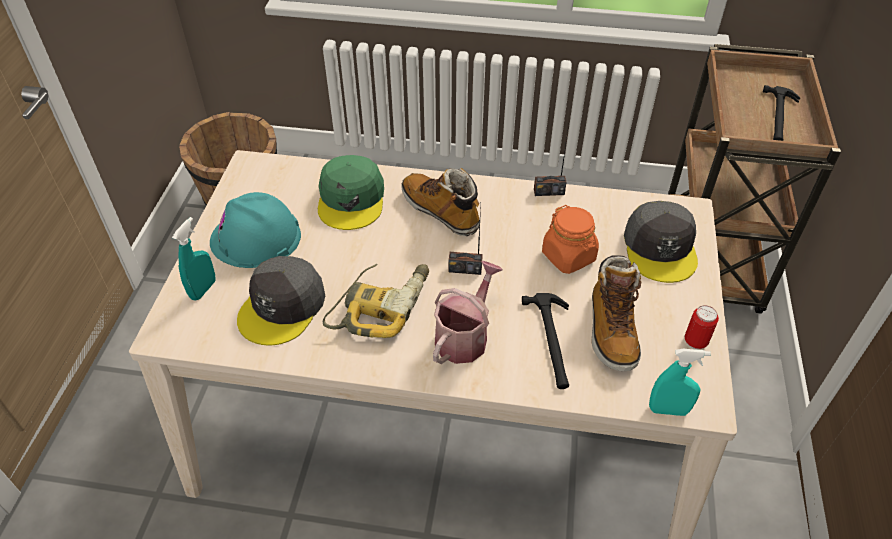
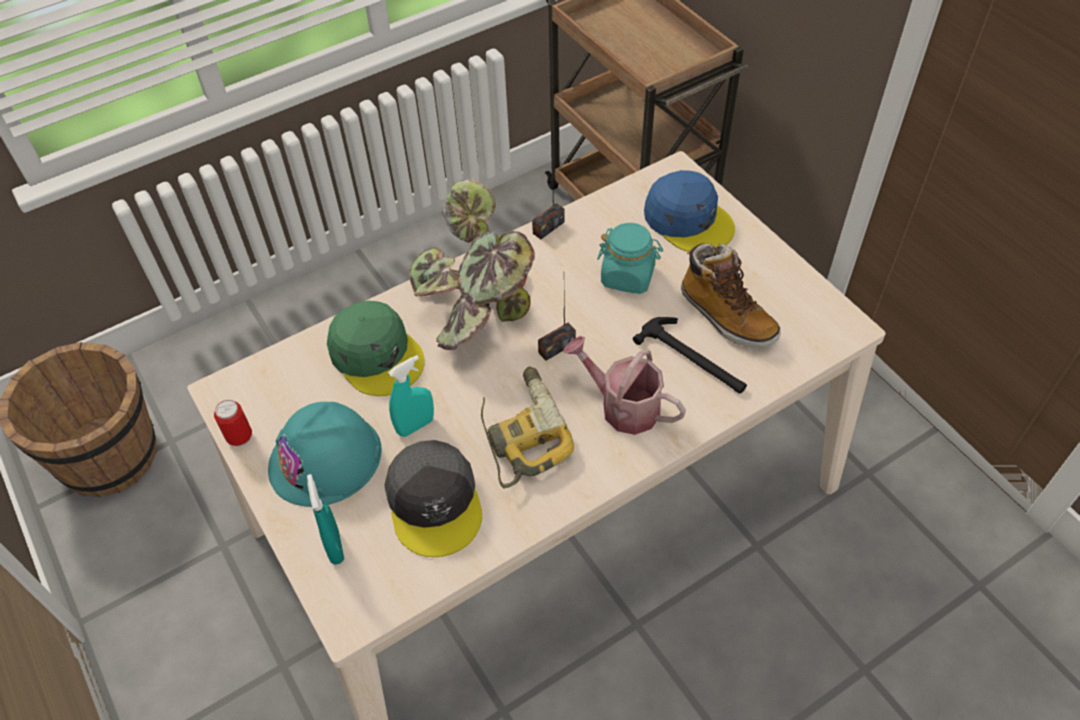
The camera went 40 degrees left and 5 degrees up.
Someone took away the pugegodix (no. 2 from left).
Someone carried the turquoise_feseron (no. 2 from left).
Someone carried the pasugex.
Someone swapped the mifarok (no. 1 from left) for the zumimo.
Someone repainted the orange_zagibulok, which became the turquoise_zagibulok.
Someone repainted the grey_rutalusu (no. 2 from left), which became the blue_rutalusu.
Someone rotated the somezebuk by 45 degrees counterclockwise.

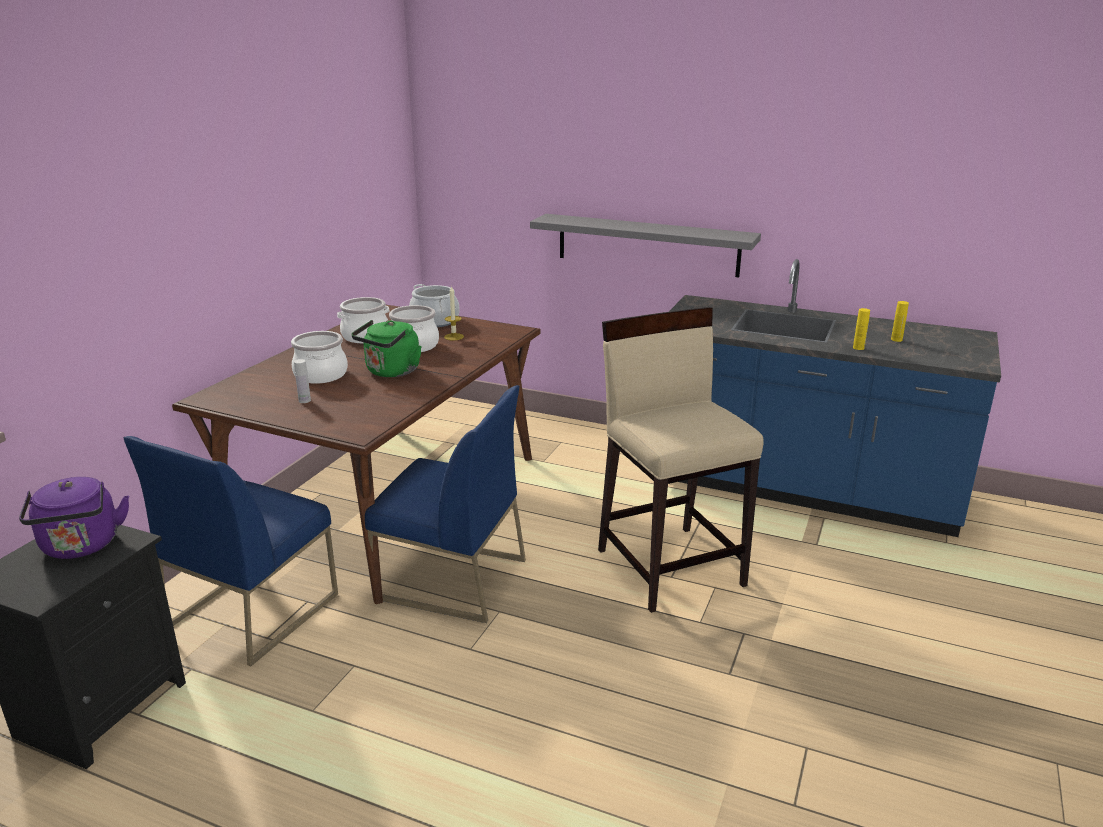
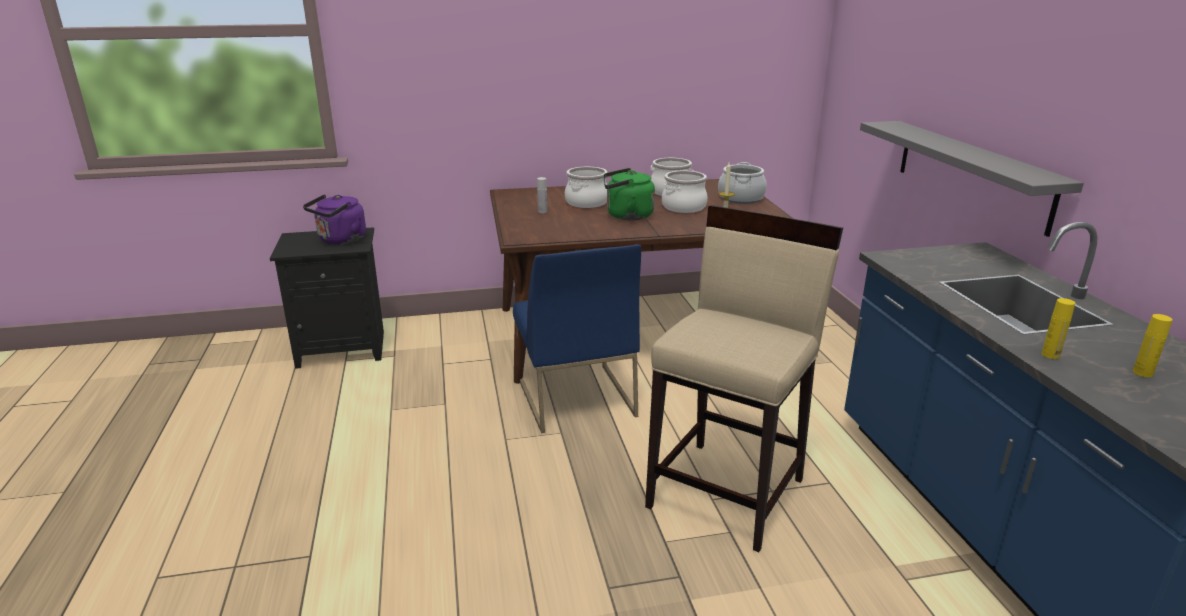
The camera went 55 degrees right and 0 degrees up.
Someone took away the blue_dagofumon (no. 1 from left).

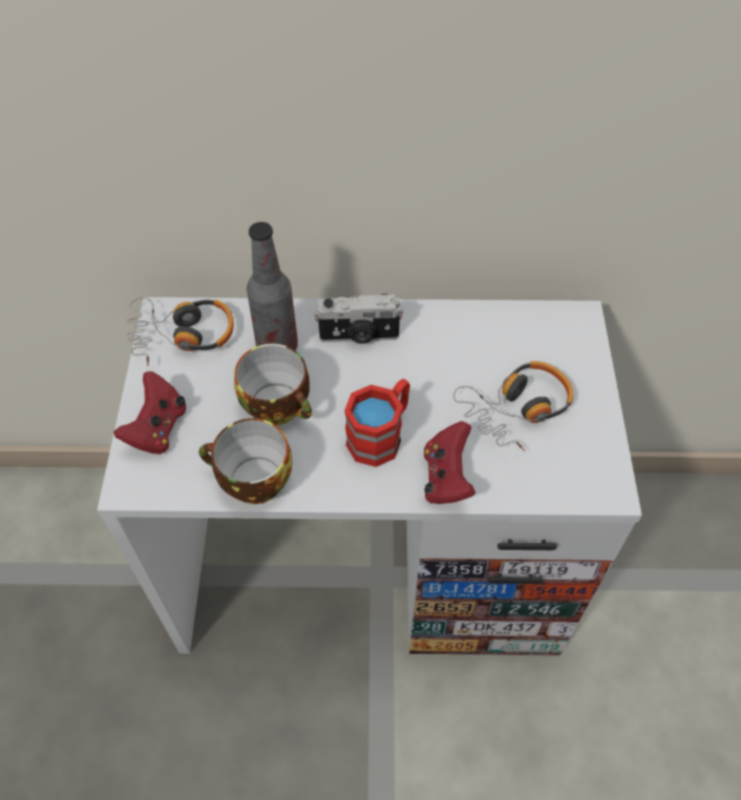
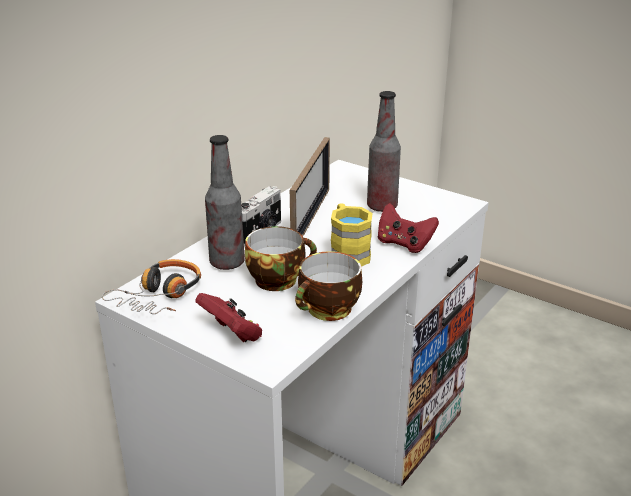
The camera went 55 degrees left and 25 degrees down.
Someone put down the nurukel.
Someone swapped the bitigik (no. 2 from left) for the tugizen (no. 2 from left).
Someone repainted the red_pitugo, which became the yellow_pitugo.

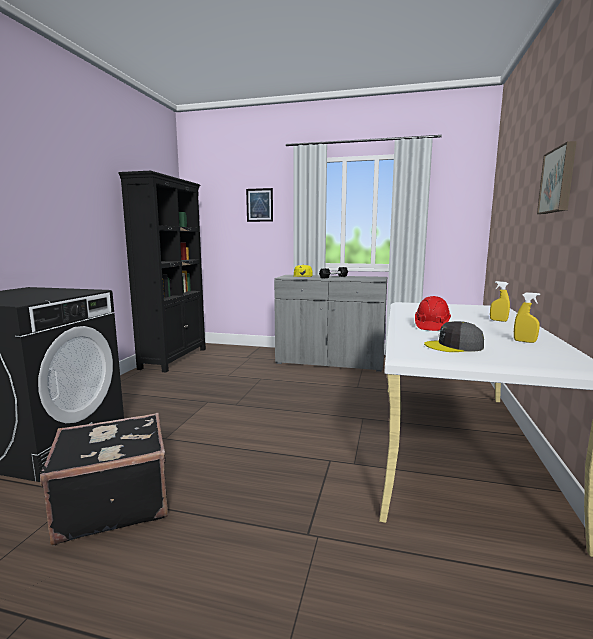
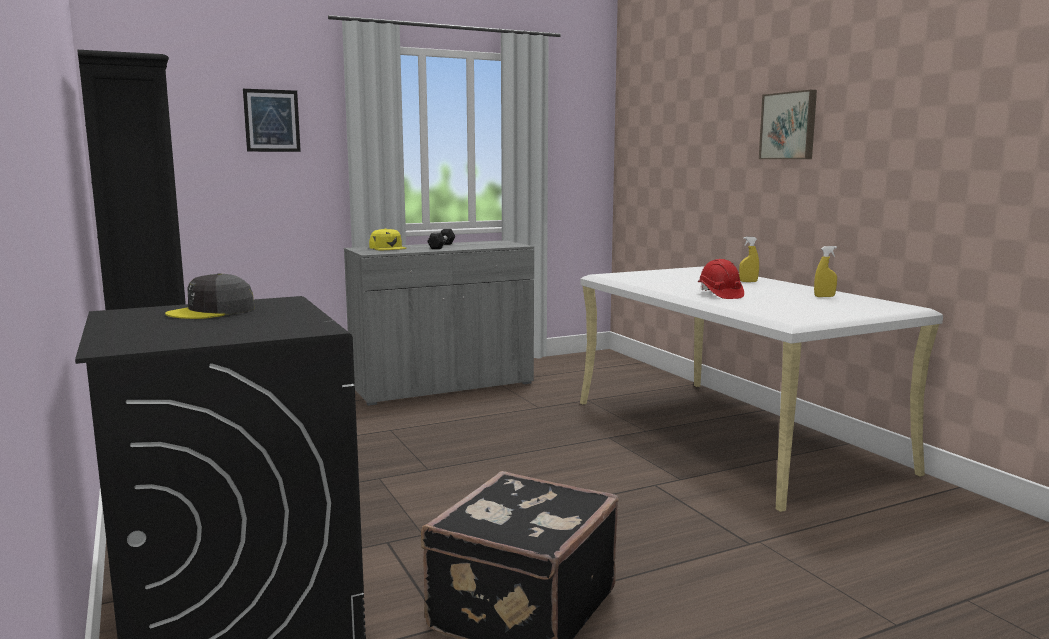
The camera went 40 degrees left and 0 degrees up.
Someone carried the grey_rutalusu.

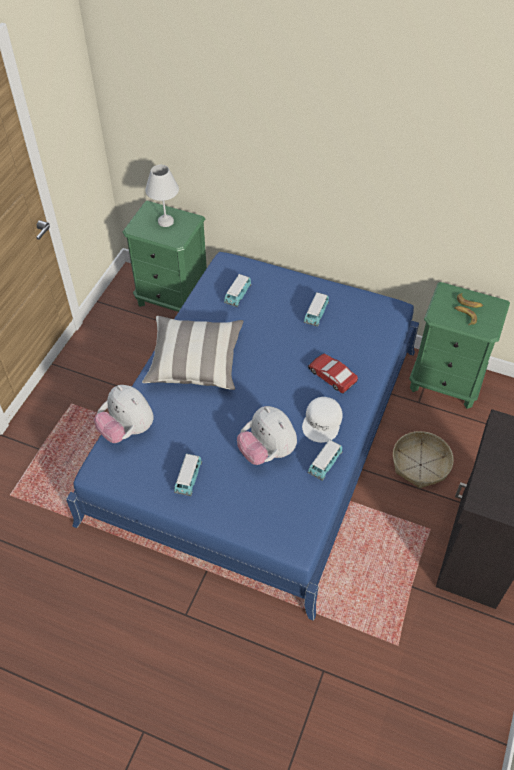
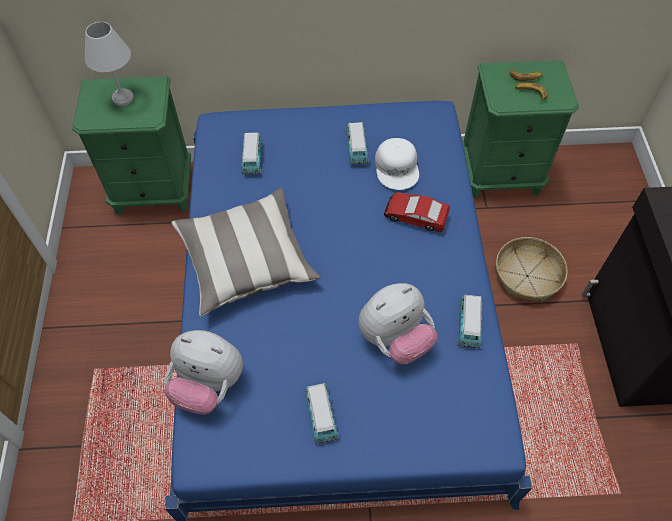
The camera went 25 degrees left and 5 degrees up.
Someone carried the white_rutalusu.
Someone rotated the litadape (no. 2 from left) by 60 degrees counterclockwise.

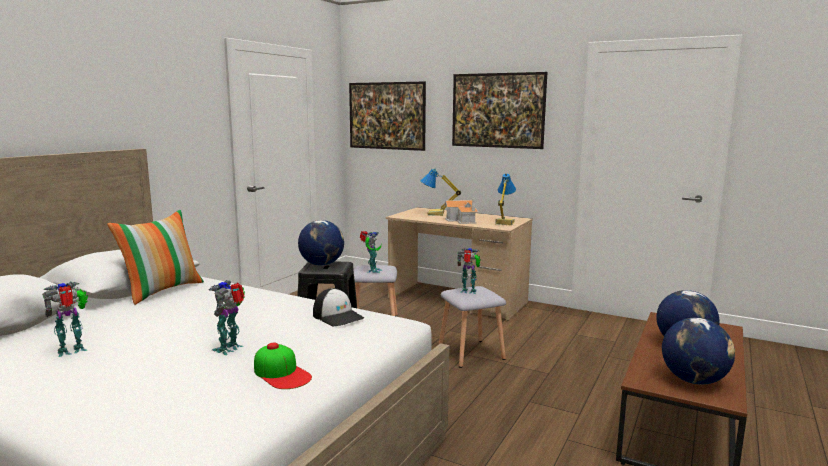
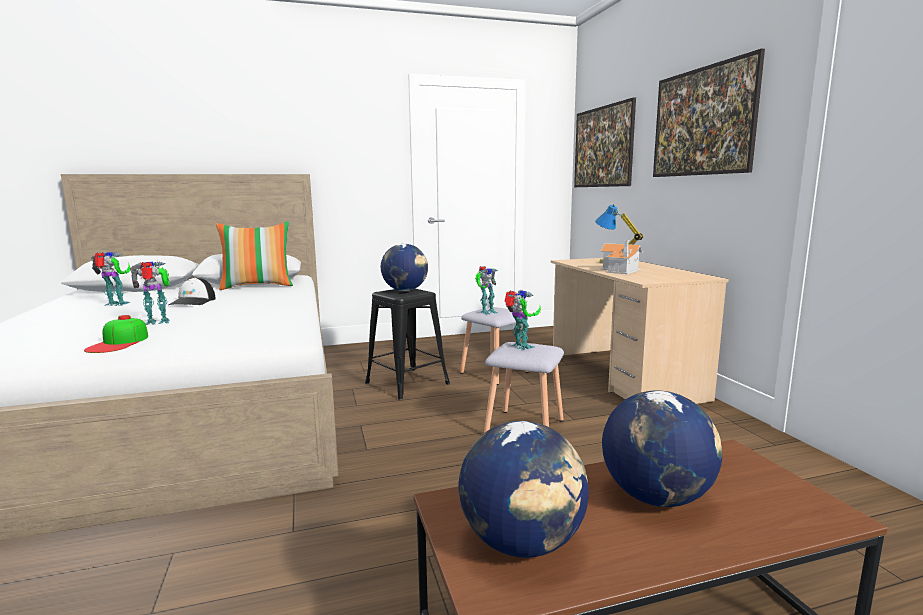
The camera went 45 degrees right and 0 degrees up.
Someone took away the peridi (no. 2 from left).
Someone carried the rutalusu (no. 2 from left).

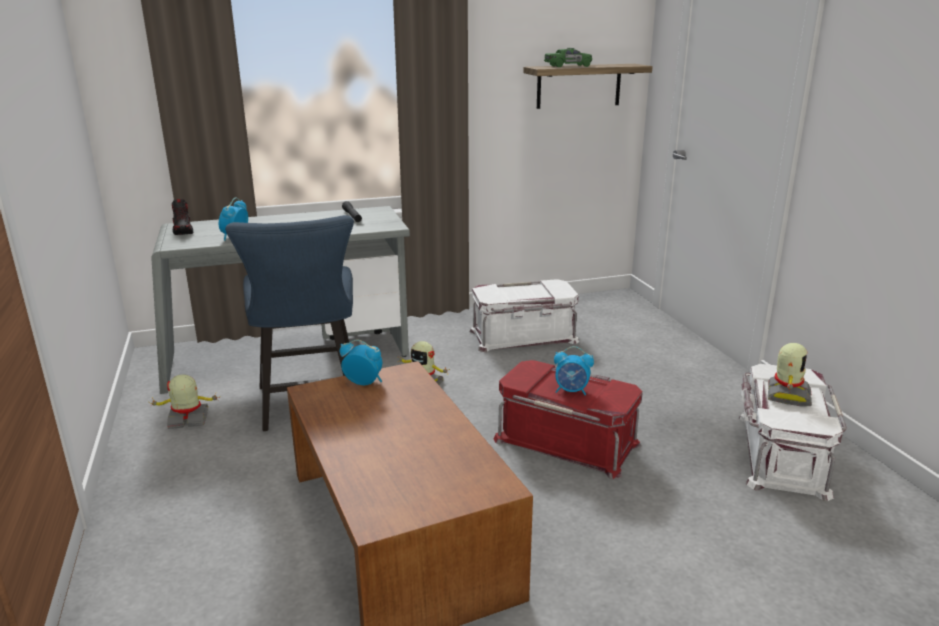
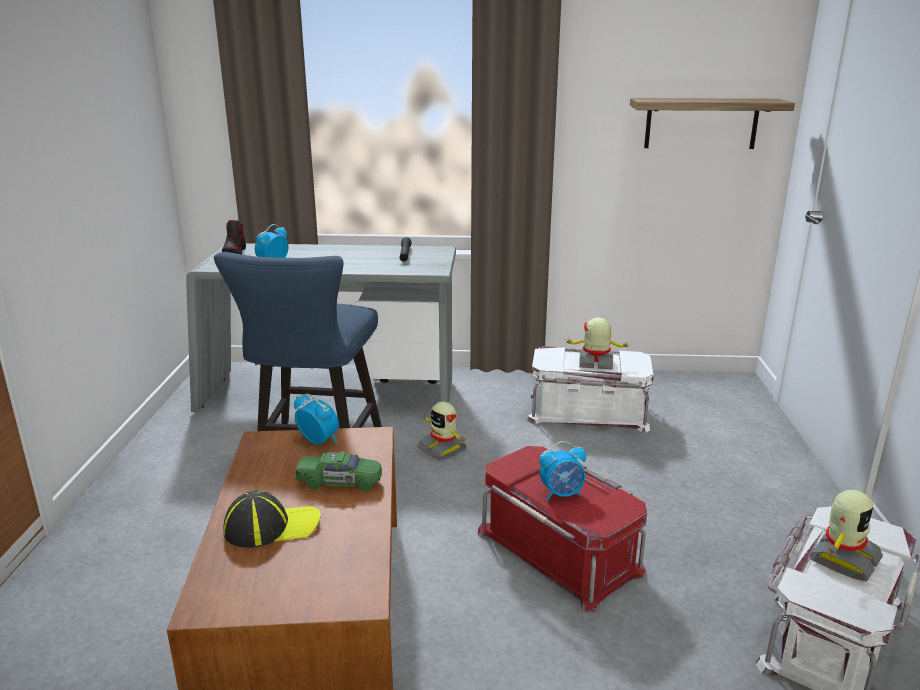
The camera went 20 degrees right and 0 degrees up.
Someone put down the rutalusu.
Someone carried the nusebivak (no. 1 from left in the first image).
Someone carried the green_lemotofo.
Someone rotated the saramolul (no. 3 from left) by 45 degrees counterclockwise.

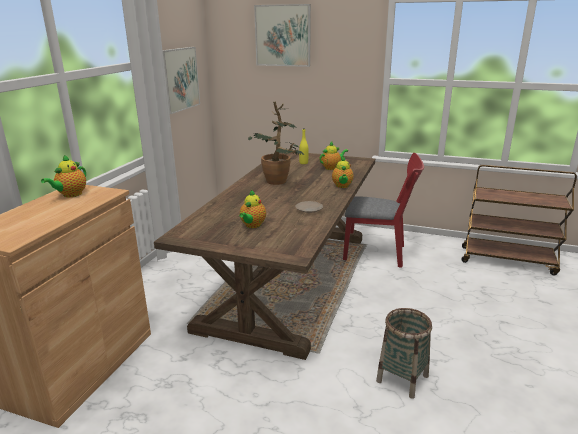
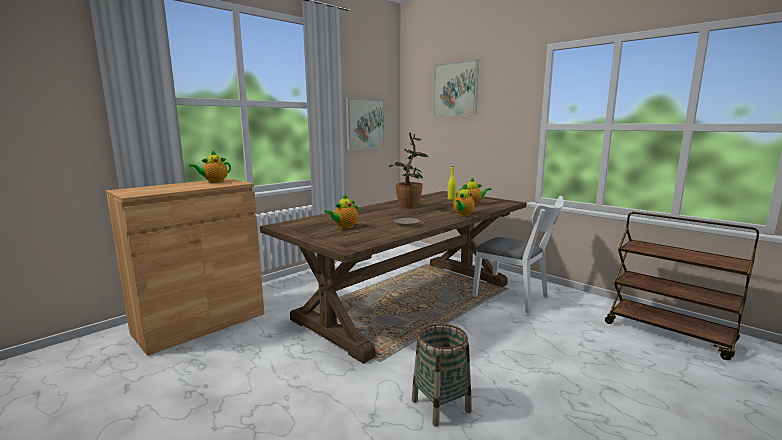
The camera went 25 degrees right and 10 degrees down.
Someone repainted the red_dagofumon, which became the white_dagofumon.

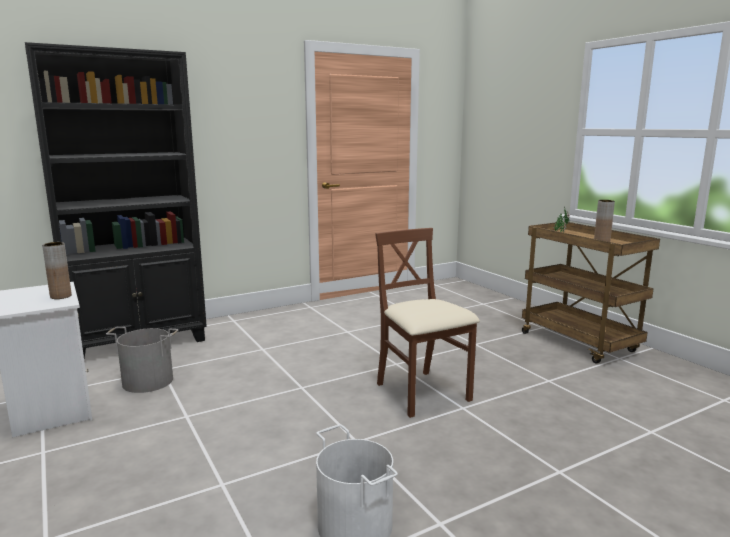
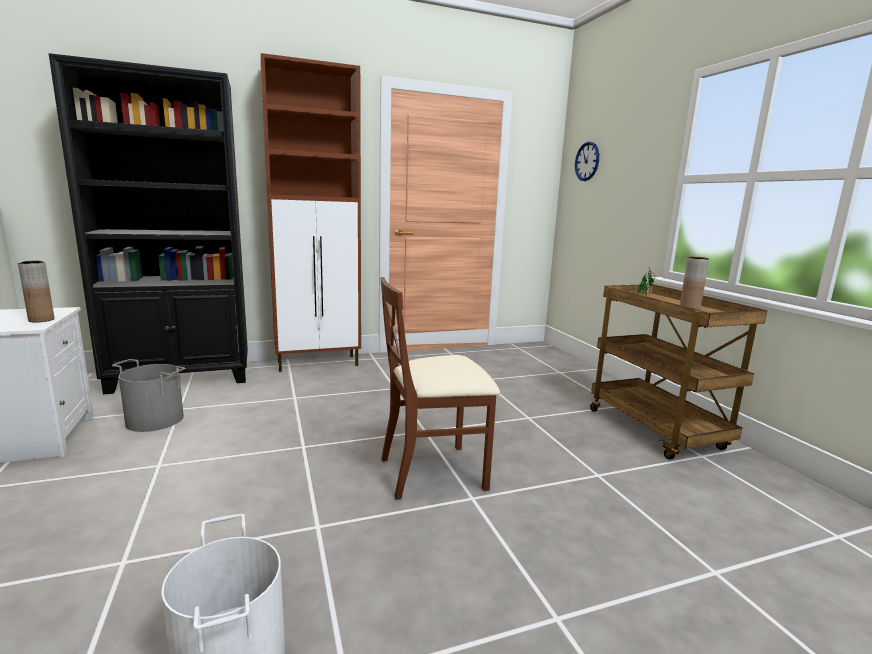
The camera went 10 degrees right and 0 degrees up.
Someone put down the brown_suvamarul.
Someone put up the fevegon.
Someone rotated the brown_dagofumon by 90 degrees counterclockwise.

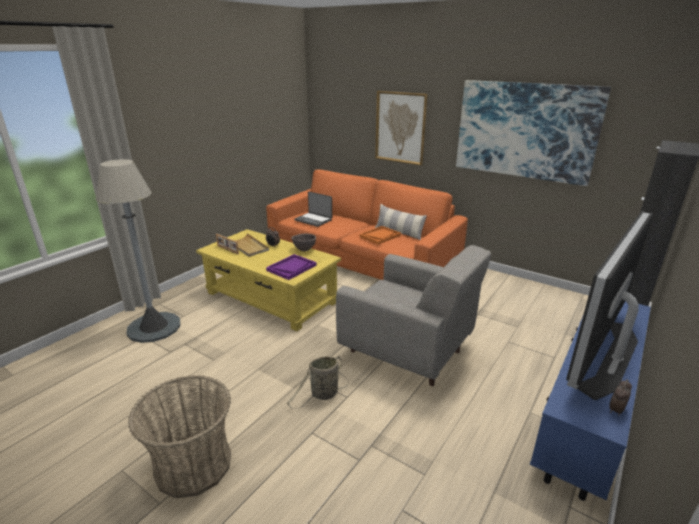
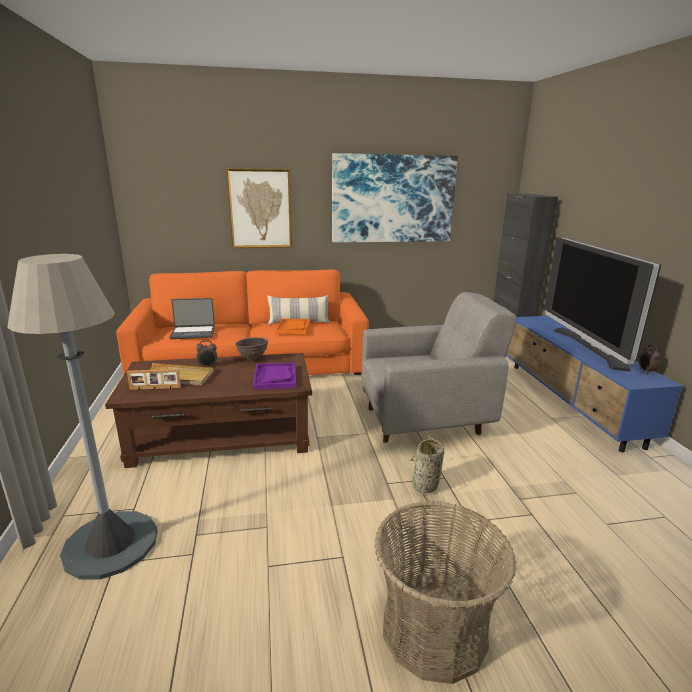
The camera went 45 degrees left and 5 degrees down.
Someone repainted the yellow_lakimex, which became the brown_lakimex.

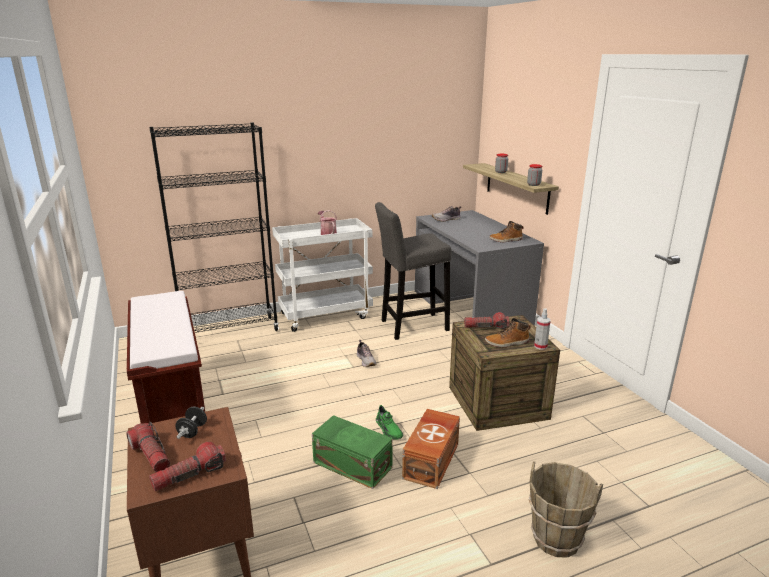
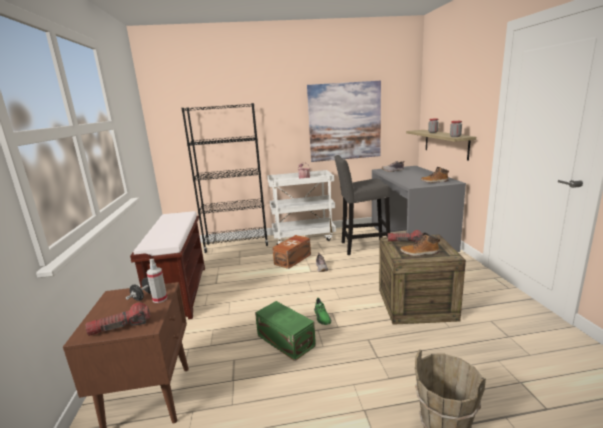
The camera went 15 degrees right and 5 degrees down.
Someone took away the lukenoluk (no. 1 from left).
Someone put up the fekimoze.
Someone carried the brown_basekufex.
Someone carried the feseron.

